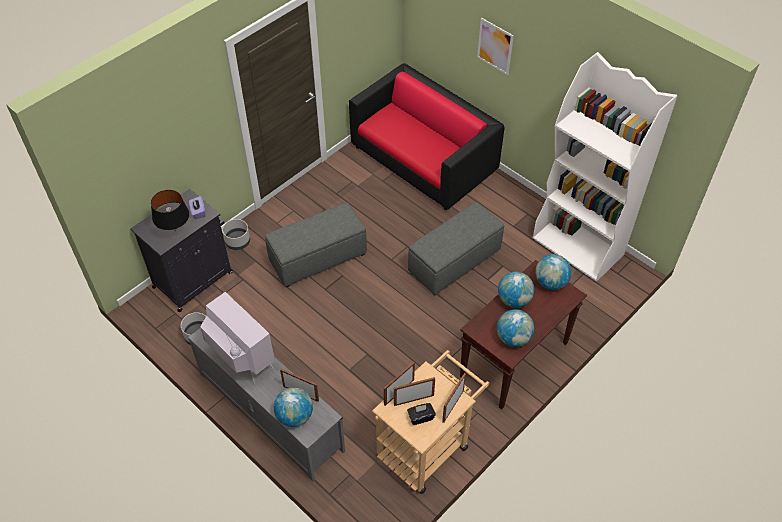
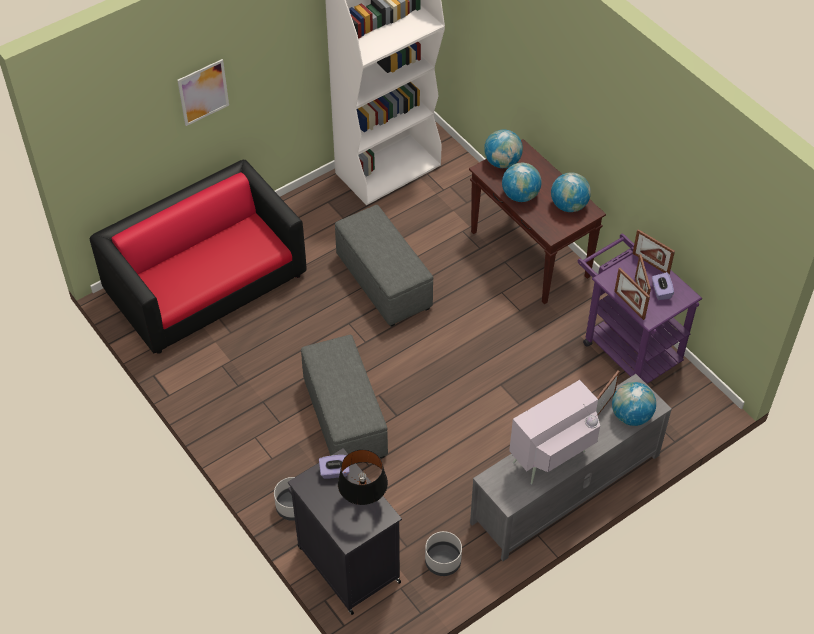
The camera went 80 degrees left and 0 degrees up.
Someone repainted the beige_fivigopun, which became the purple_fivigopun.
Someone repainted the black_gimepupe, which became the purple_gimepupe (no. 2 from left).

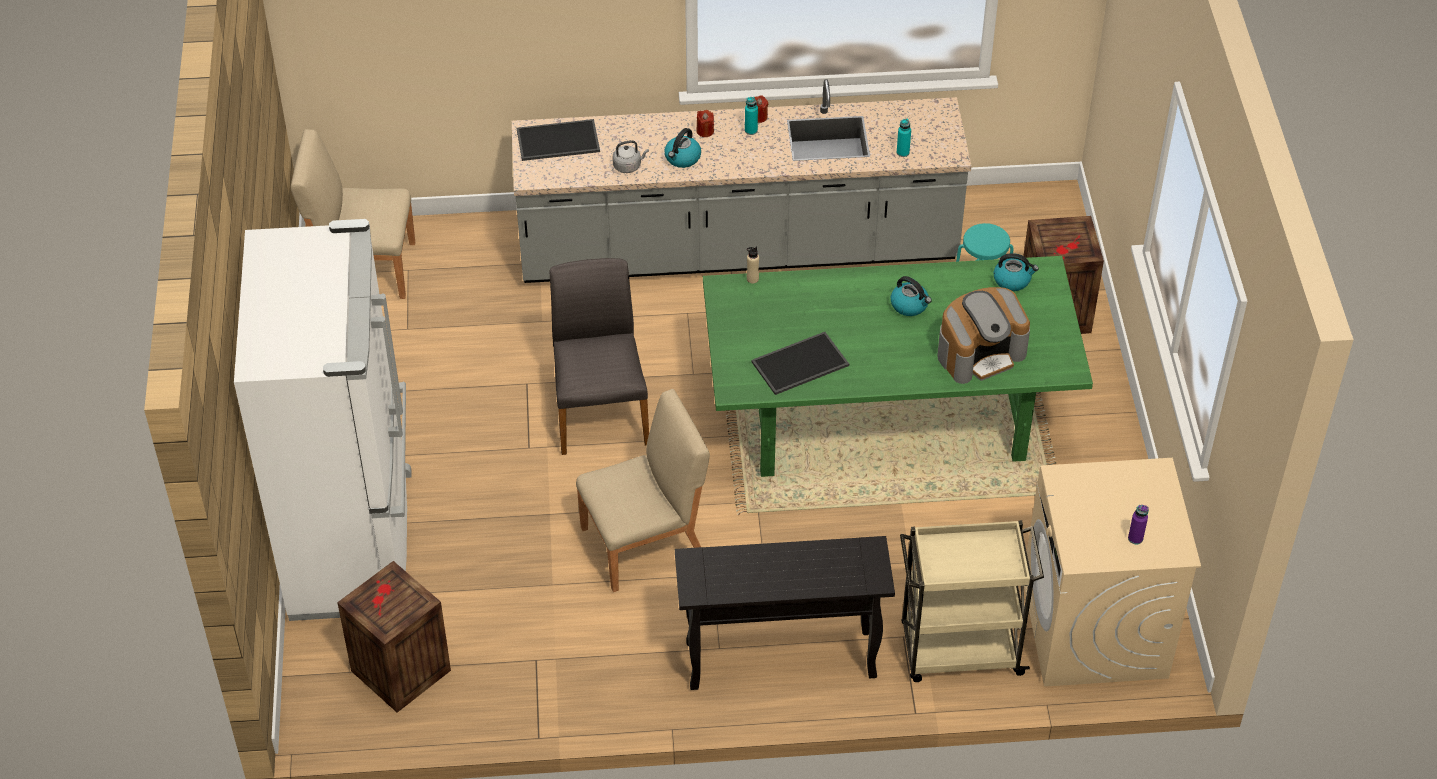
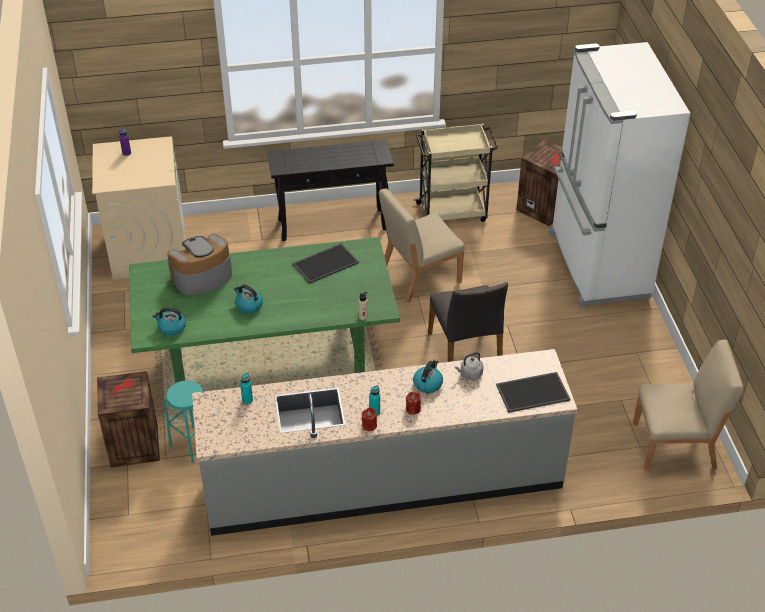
The camera went 175 degrees right and 5 degrees down.
Someone carried the beige_fivigopun.

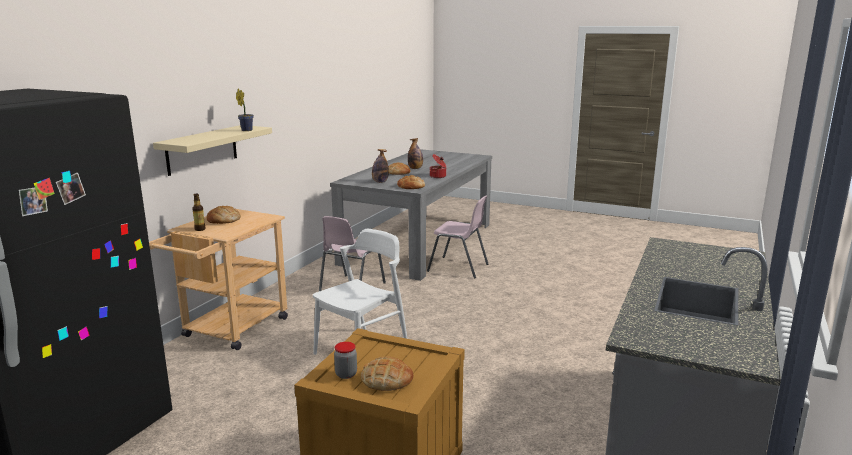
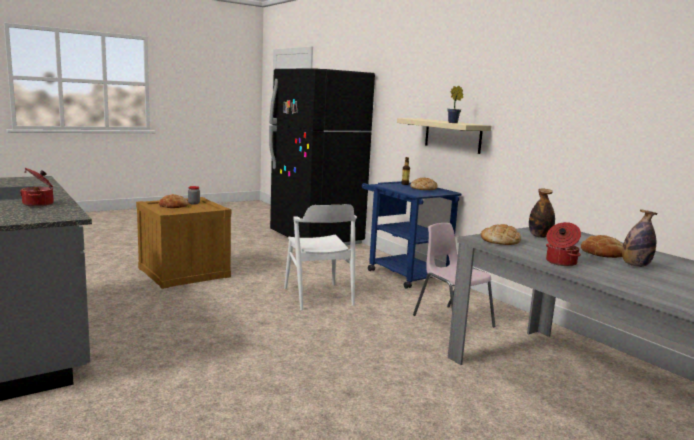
The camera went 120 degrees right and 5 degrees down.
Someone took away the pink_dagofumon (no. 2 from left).
Someone put down the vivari (no. 1 from left).
Someone repainted the beige_fivigopun, which became the blue_fivigopun.

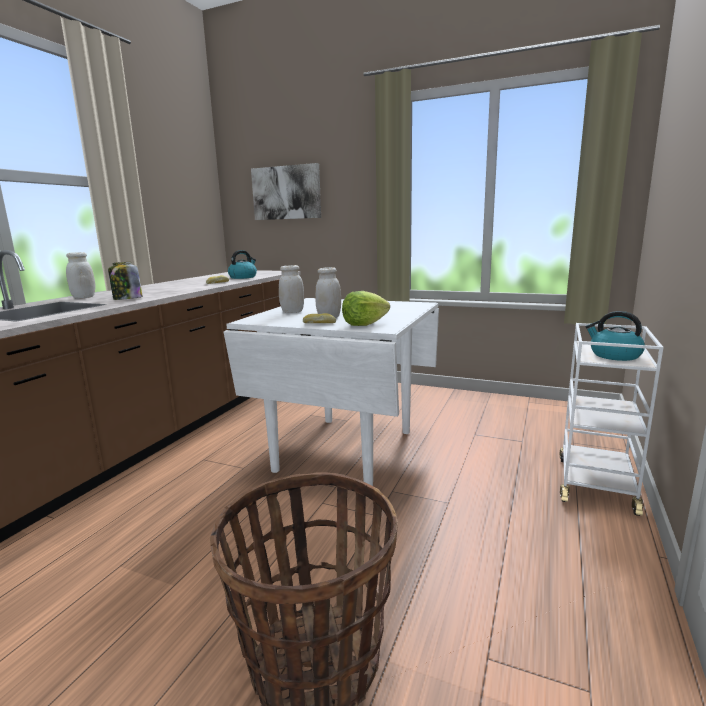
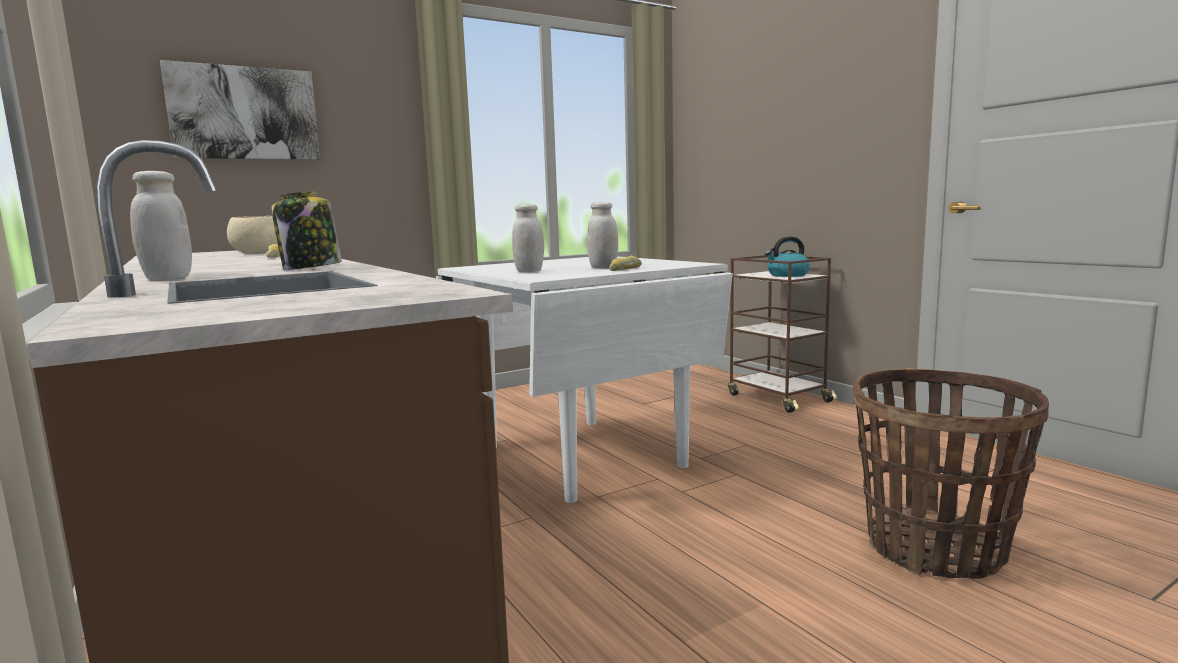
The camera went 55 degrees left and 5 degrees down.
Someone took away the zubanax.
Someone swapped the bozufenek (no. 1 from left) for the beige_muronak.
Someone repainted the white_fivigopun, which became the brown_fivigopun.

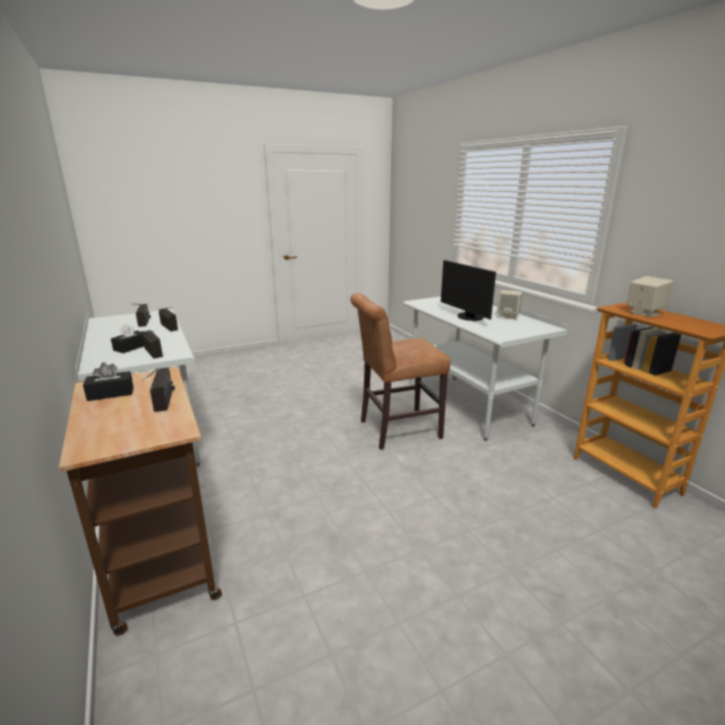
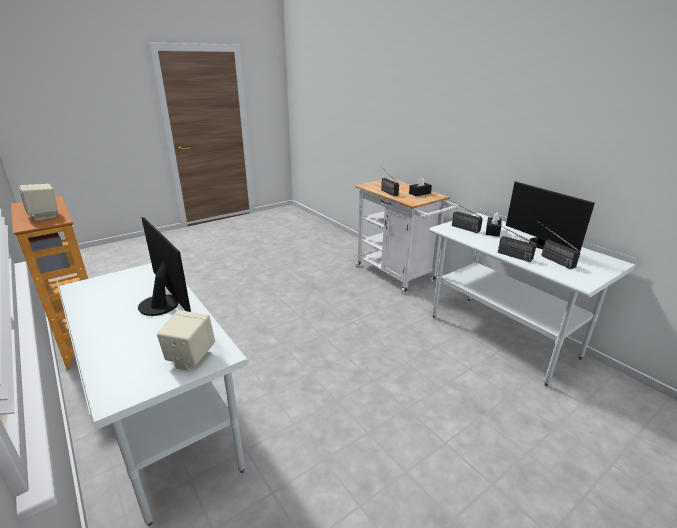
The camera went 170 degrees right and 5 degrees up.
Someone took away the brown_dagofumon.
Someone put down the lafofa (no. 2 from left).
Someone carried the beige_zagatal (no. 1 from left in the first image).
Someone repainted the brown_fivigopun, which became the white_fivigopun.

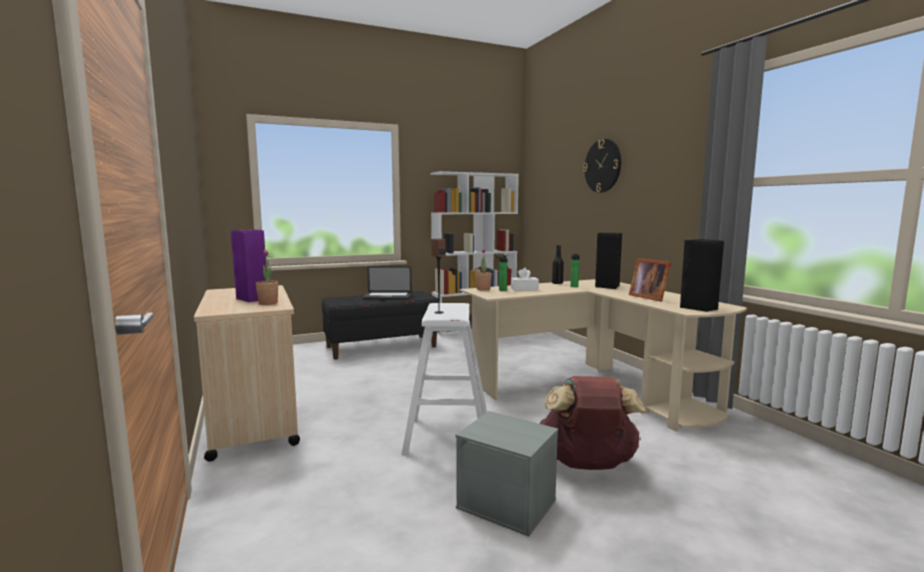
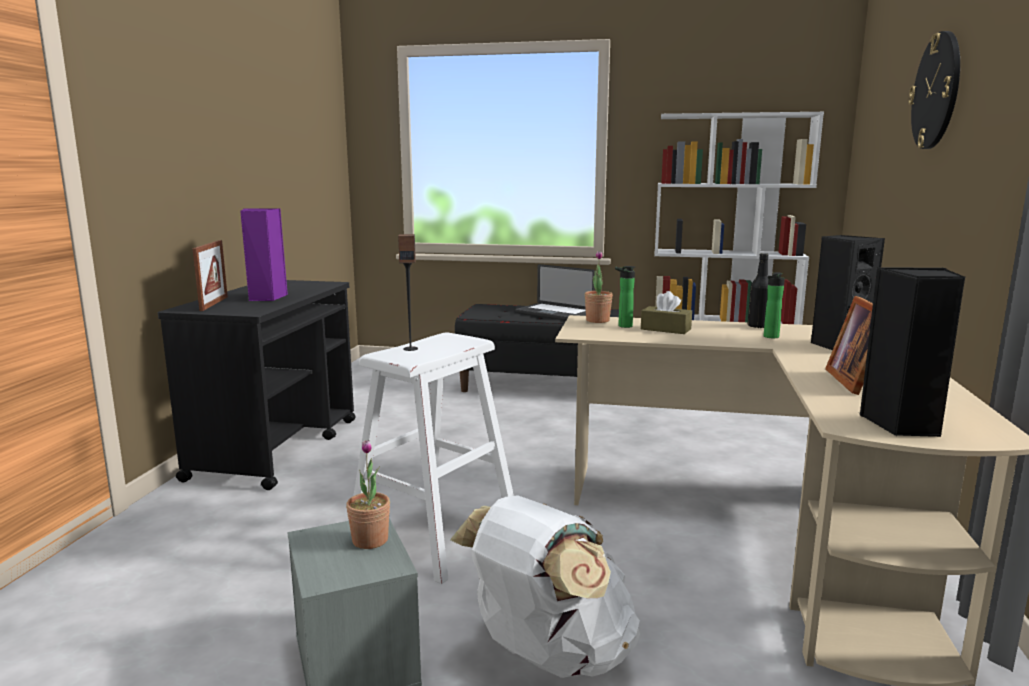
The camera went 35 degrees right and 5 degrees up.
Someone put down the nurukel (no. 1 from left).
Someone carried the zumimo (no. 1 from left).
Someone repainted the beige_fivigopun, which became the black_fivigopun.
Someone repainted the white_gimepupe, which became the brown_gimepupe.
Someone repainted the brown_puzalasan, which became the white_puzalasan.

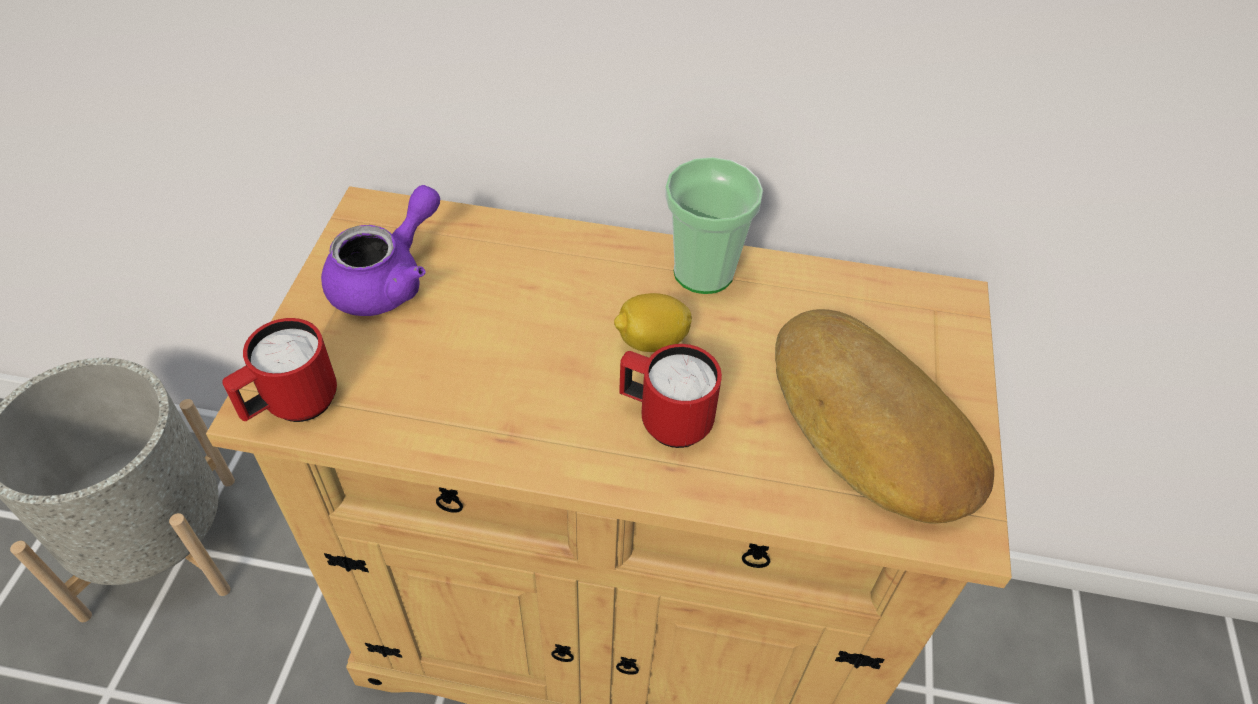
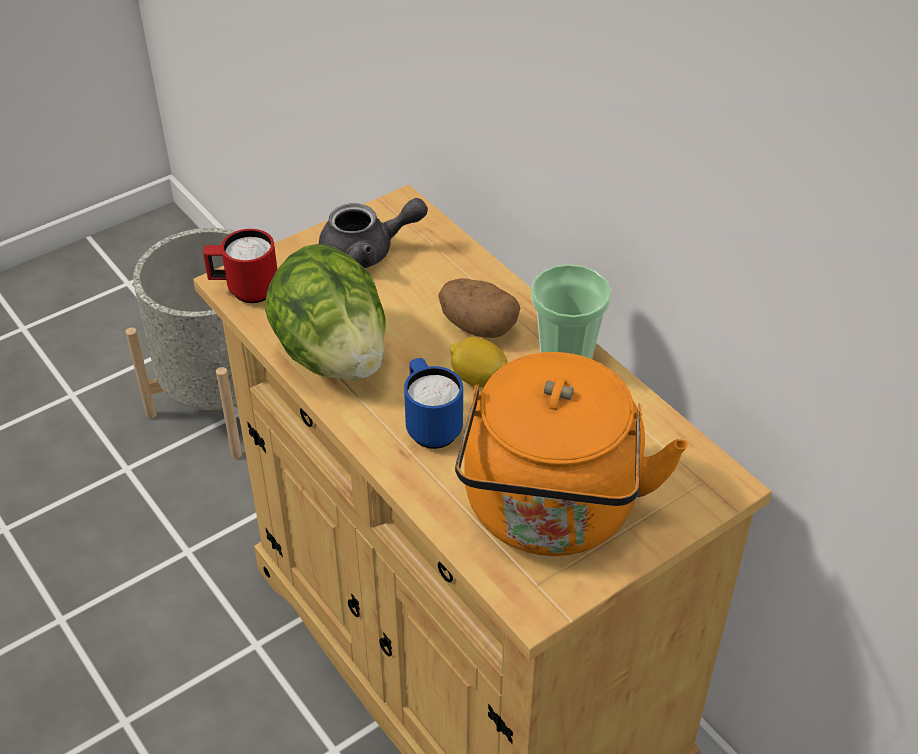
The camera went 45 degrees right and 5 degrees down.
Someone put down the zubanax.
Someone put down the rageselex.
Someone swapped the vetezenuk for the orange_bozufenek.
Someone repainted the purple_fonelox, which became the grey_fonelox.
Someone repainted the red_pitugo (no. 2 from left), which became the blue_pitugo.

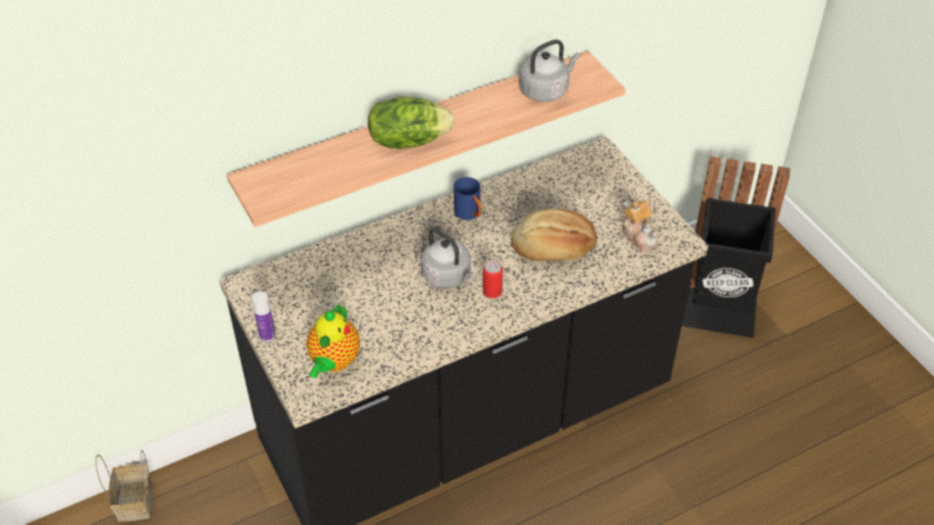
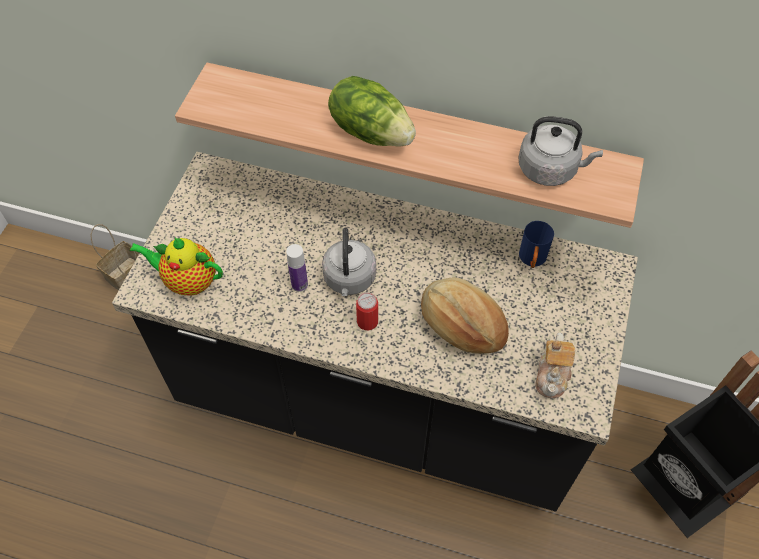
The camera went 45 degrees right and 10 degrees up.
Someone carried the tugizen.
Someone carried the blue_pitugo.
Someone rotated the fonelox (no. 1 from left) by 45 degrees clockwise.

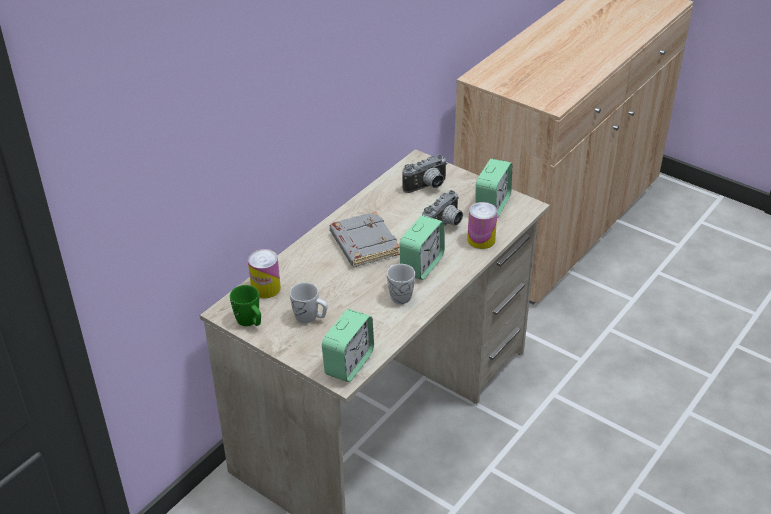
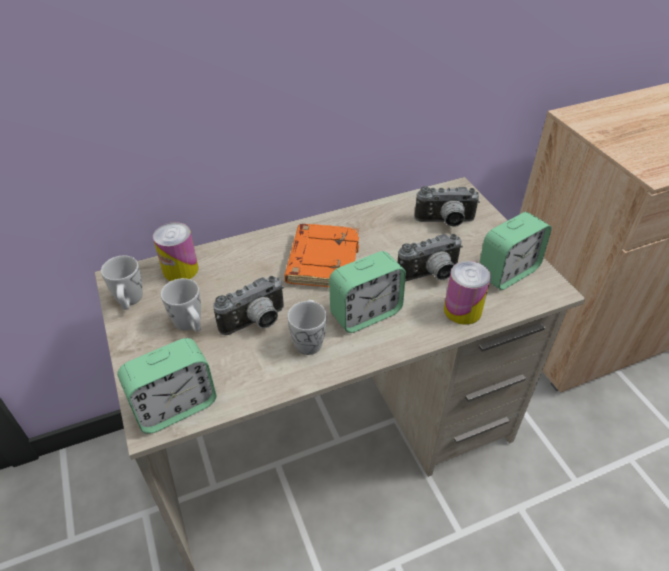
The camera went 30 degrees right and 5 degrees up.
Someone put down the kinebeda (no. 1 from left).
Someone repainted the green_pitugo, which became the white_pitugo (no. 1 from left).
Someone repainted the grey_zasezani, which became the orange_zasezani.

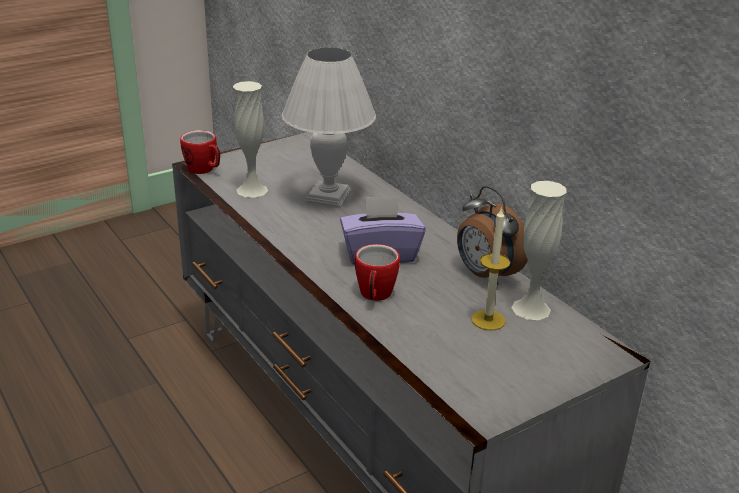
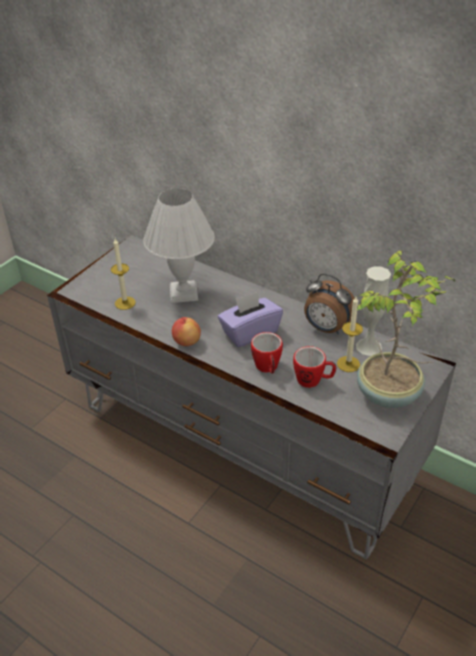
The camera went 20 degrees left and 10 degrees up.
Someone put down the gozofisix.
Someone put down the zumimo.
Someone carried the pitugo (no. 1 from left in the first image).
Someone swapped the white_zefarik (no. 1 from left) for the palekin (no. 1 from left).

